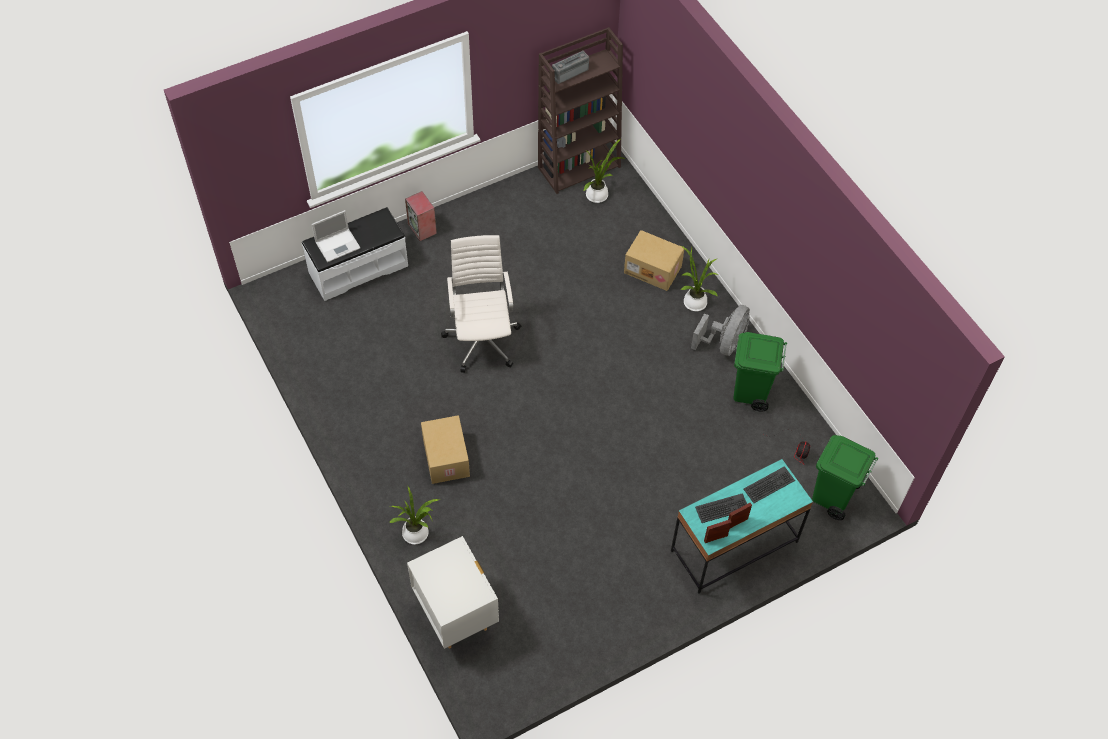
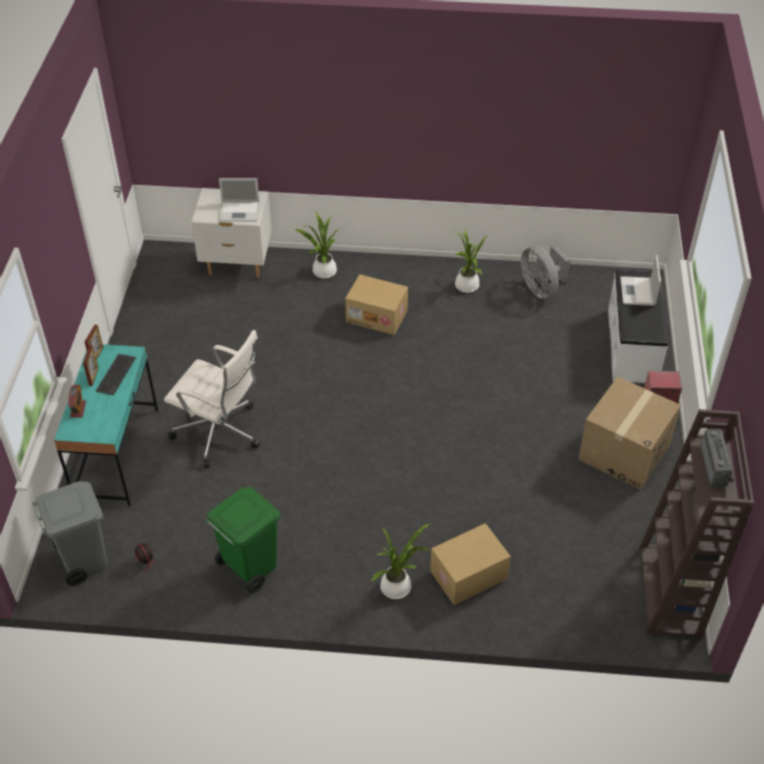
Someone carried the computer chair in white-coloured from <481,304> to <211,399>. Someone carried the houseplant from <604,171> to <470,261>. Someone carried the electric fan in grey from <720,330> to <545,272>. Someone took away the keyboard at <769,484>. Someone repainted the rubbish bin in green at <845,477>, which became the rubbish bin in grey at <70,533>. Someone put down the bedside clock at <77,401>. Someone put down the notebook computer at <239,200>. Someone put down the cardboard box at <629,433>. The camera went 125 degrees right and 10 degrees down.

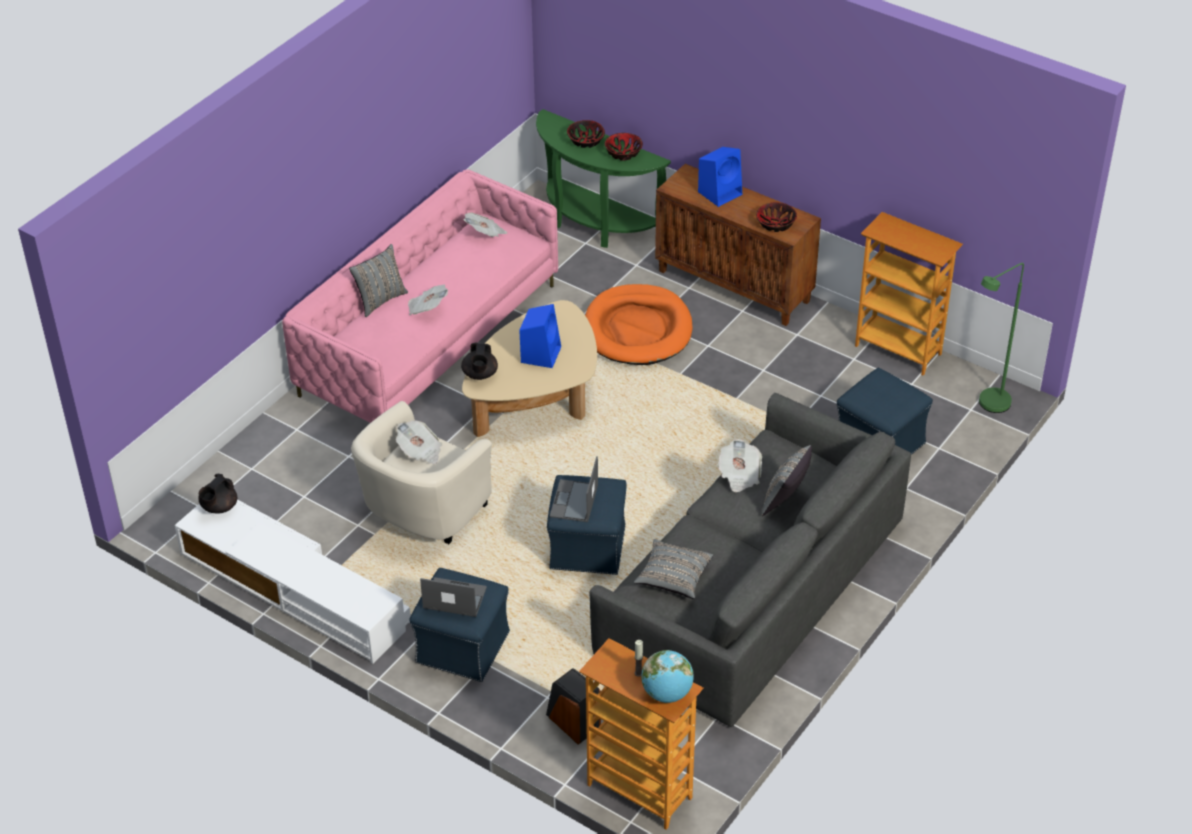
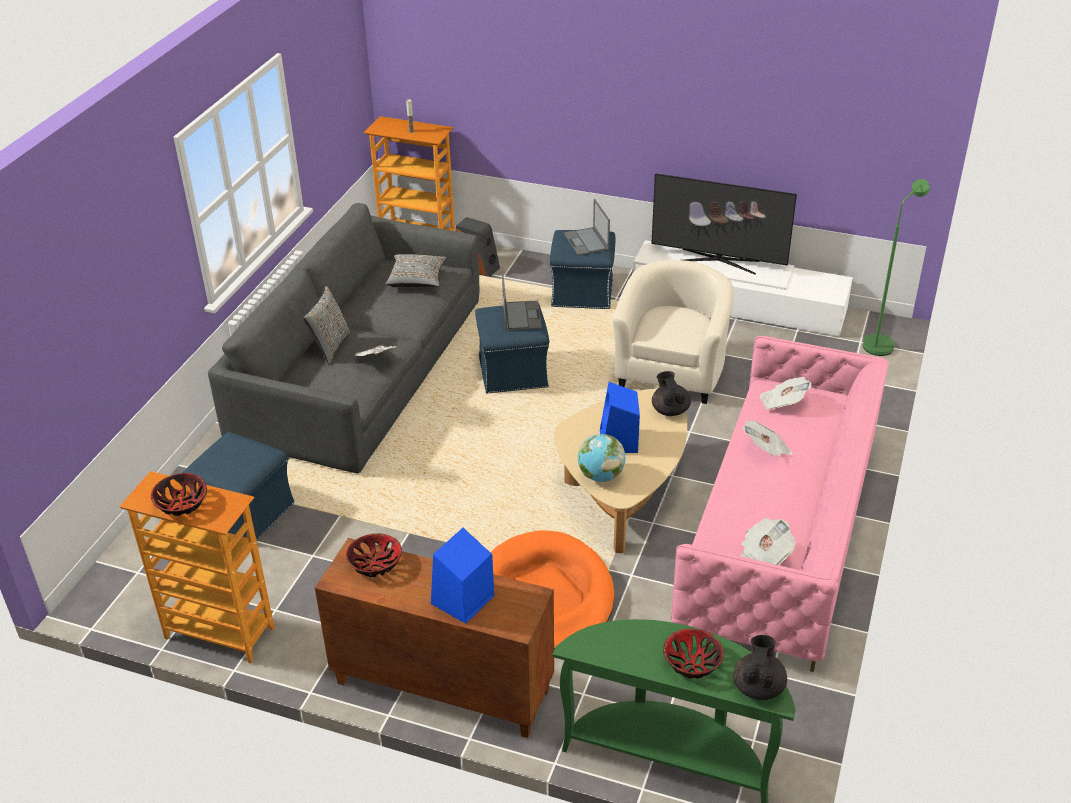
Someone carried the tea pot in blackish from <218,493> to <760,667>. Someone took away the throw pillow in grey at <378,280>. Someone carried the printed paper from <419,442> to <785,393>. Someone rotated the notebook computer at <453,597> by 75 degrees clockwise. Someone carried the serving bowl from <624,147> to <179,494>. Someone carried the desk globe from <667,676> to <601,458>. Someone carried the standing lamp in green from <1001,338> to <896,267>. Someone put down the television at <724,224>. The camera went 165 degrees right and 5 degrees down.

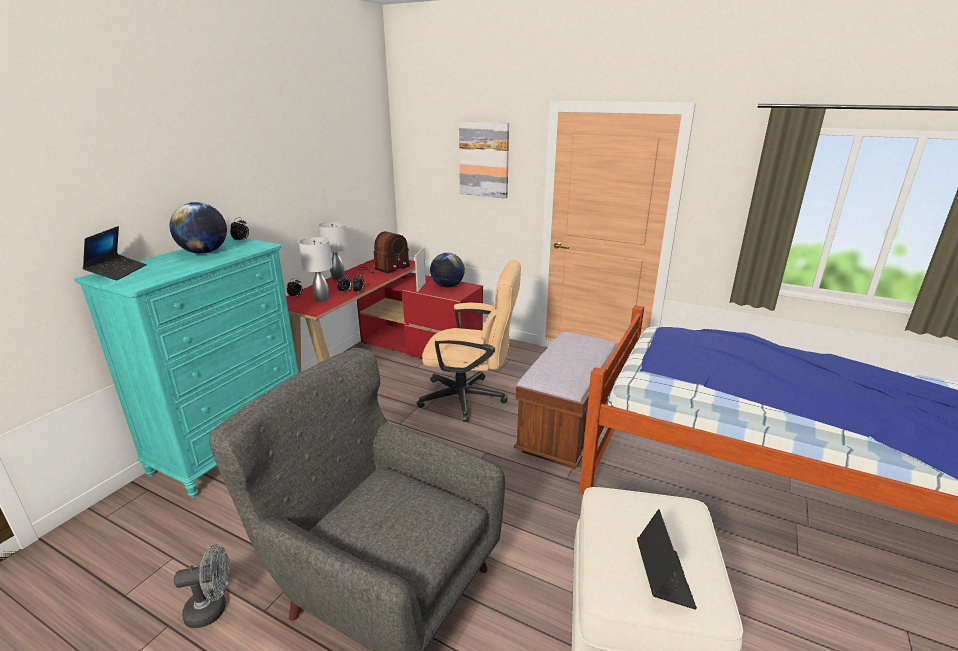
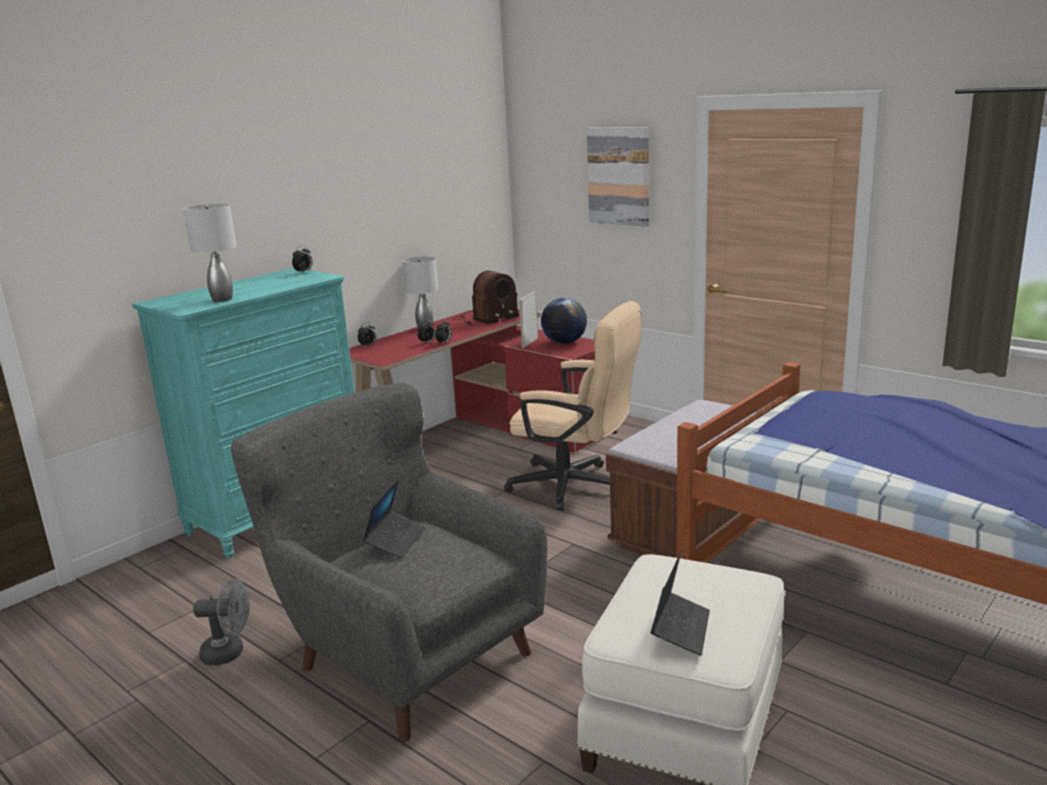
Someone carried the notebook computer from <114,253> to <394,518>. Someone took away the desk globe at <198,228>. Someone carried the table lamp in grey from <316,269> to <209,253>. The camera went 15 degrees right and 5 degrees down.

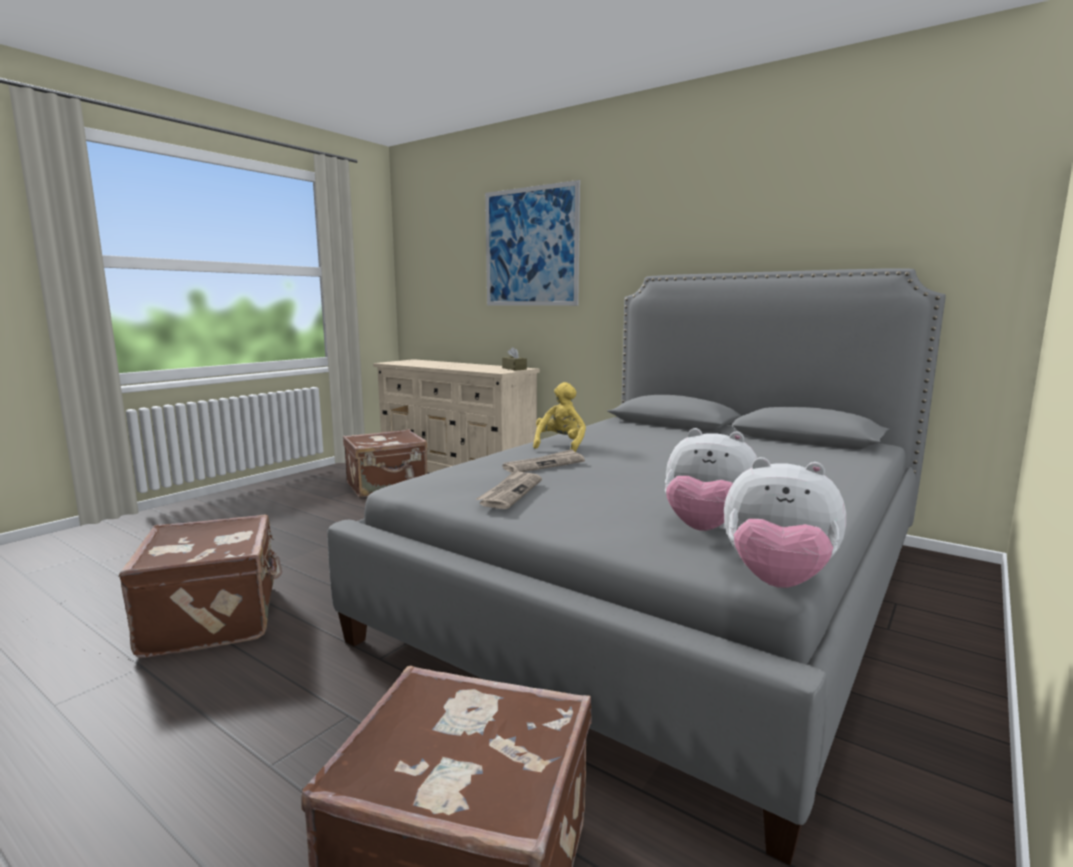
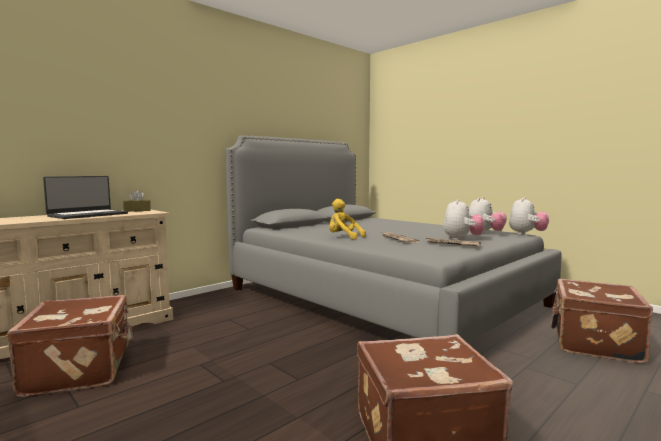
Someone took away the wall art at <532,243>. Someone put down the notebook computer at <85,197>. Someone put down the cuddly toy at <463,219>. The camera went 80 degrees left and 5 degrees down.

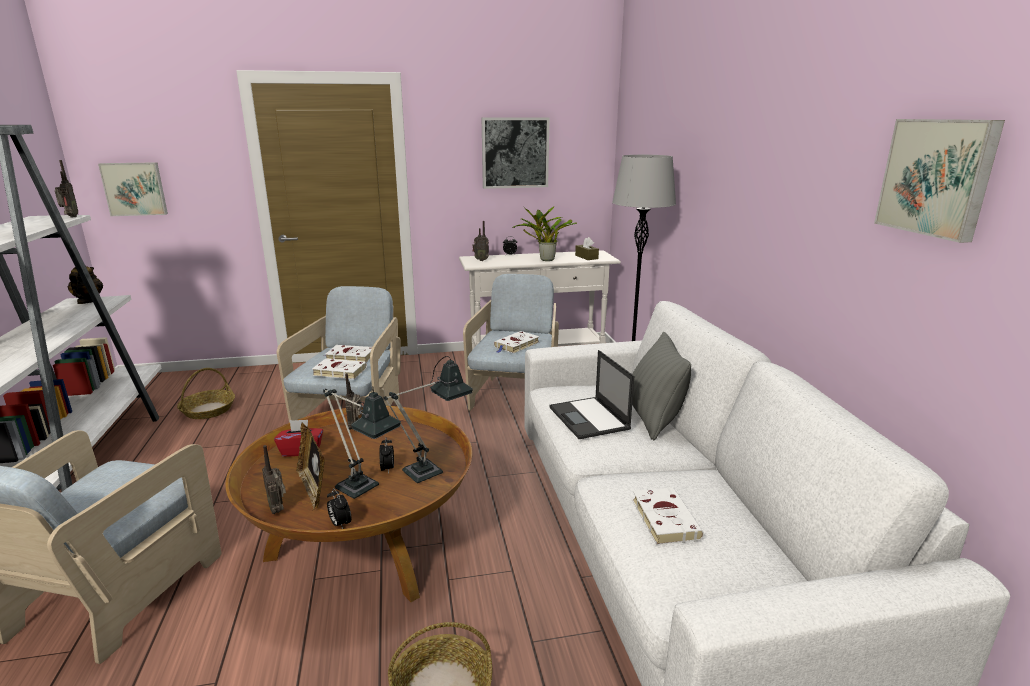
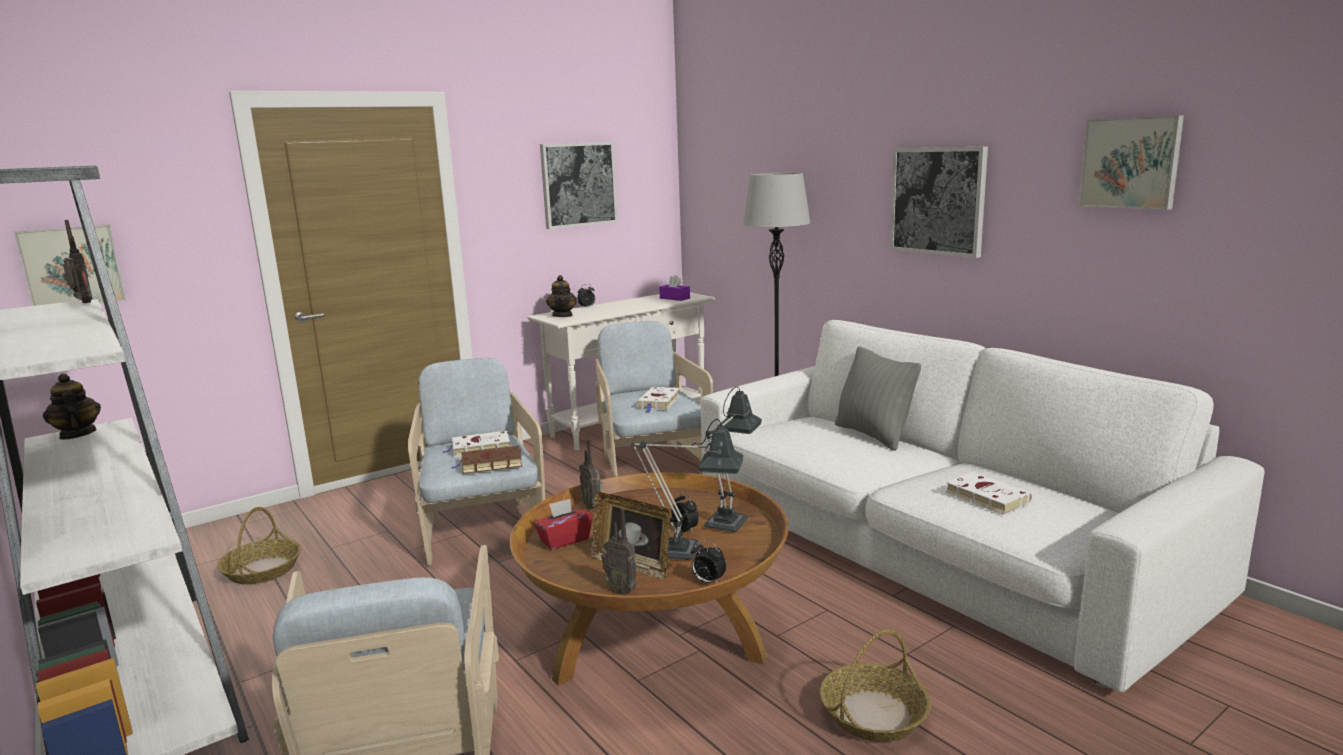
Someone repainted the volume in white-coloured at <339,368>, which became the volume in brownish at <486,460>. Someone swapped the radio set at <480,241> for the tea pot at <561,296>. Someone took away the houseplant at <545,233>. Someone took away the notebook computer at <591,394>. Someone repainted the tissue box in brownish at <587,248>, which became the tissue box in purple at <674,288>. Someone put up the wall art at <939,202>. The camera went 25 degrees left and 5 degrees down.

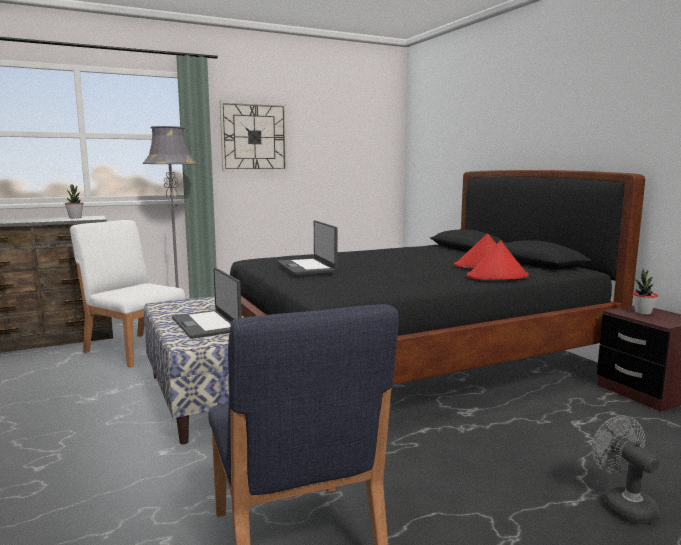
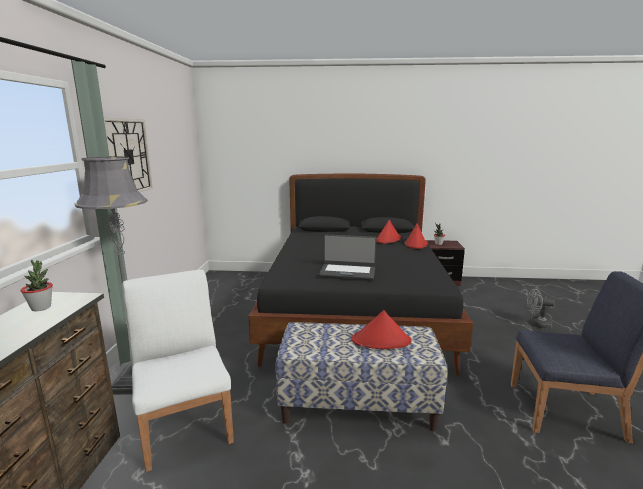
Someone rotated the plain chair in white-coloured at <127,293> by 90 degrees clockwise. Someone swapped the notebook computer at <207,303> for the hat in red-coloured at <381,329>. The camera went 60 degrees left and 5 degrees up.

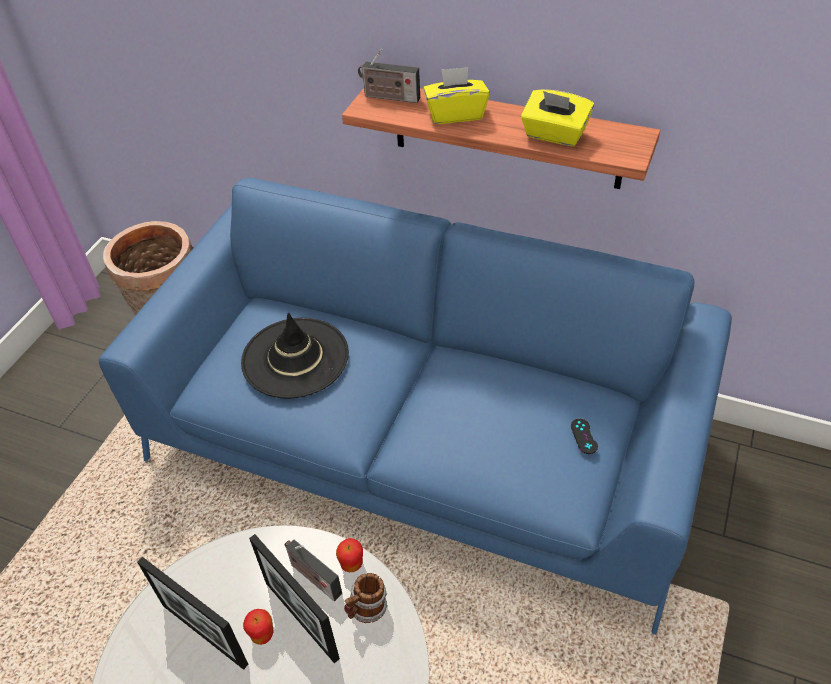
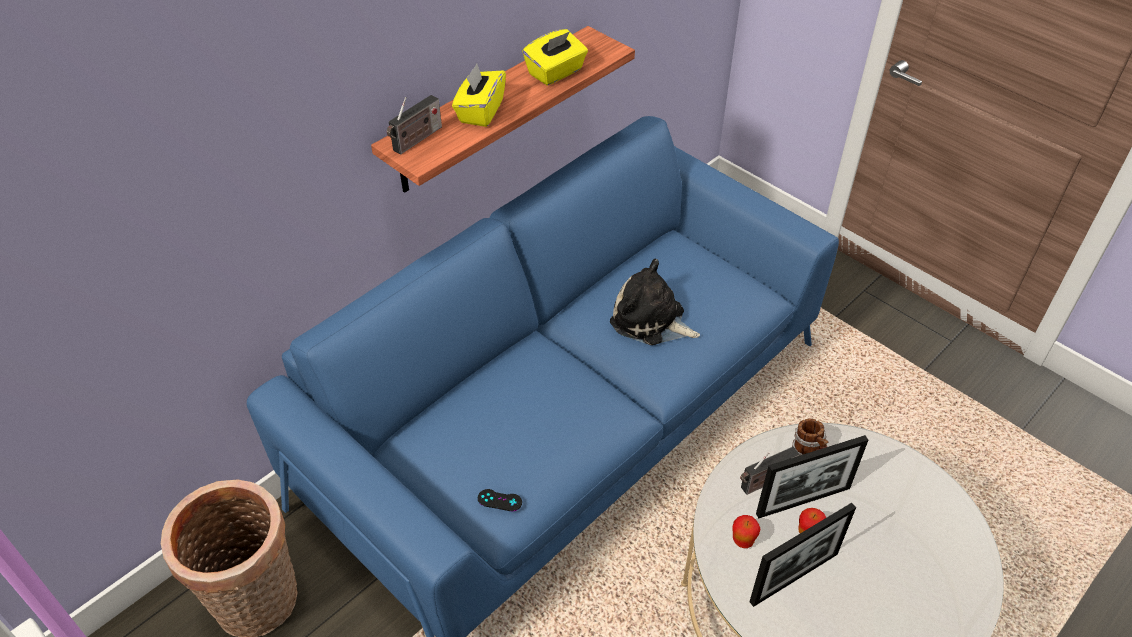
Someone took away the hat in blackish at <295,355>. Someone carried the whole apple from <349,555> to <746,531>. Someone carried the joypad in blackish from <584,436> to <500,500>. Someone put down the cuddly toy at <655,302>. The camera went 70 degrees left and 0 degrees up.

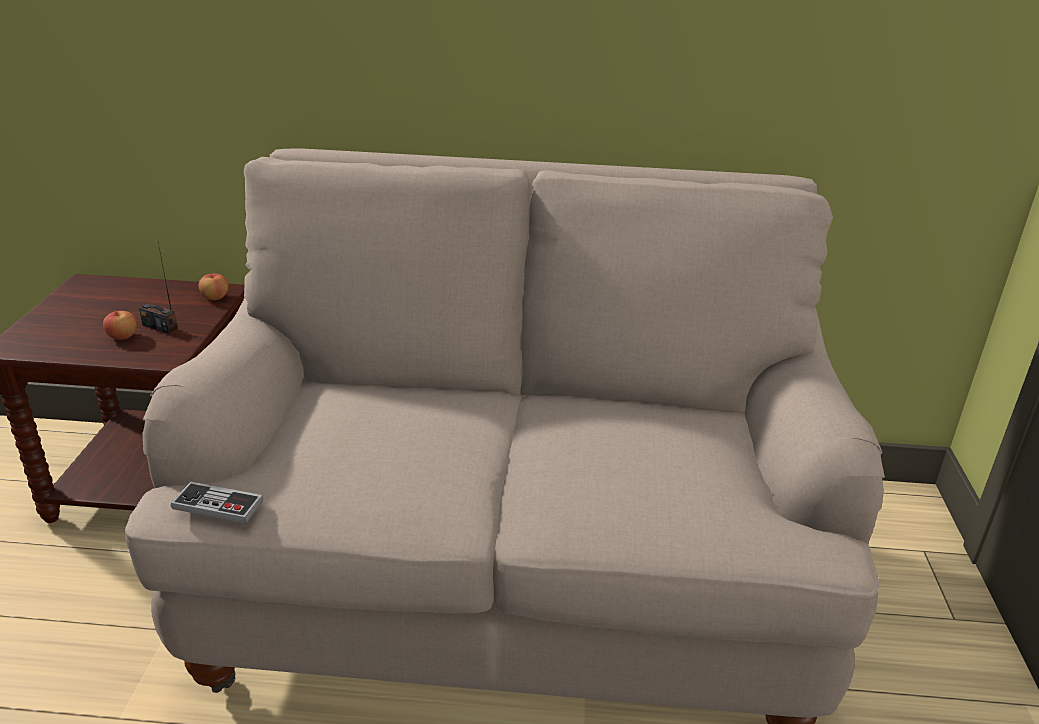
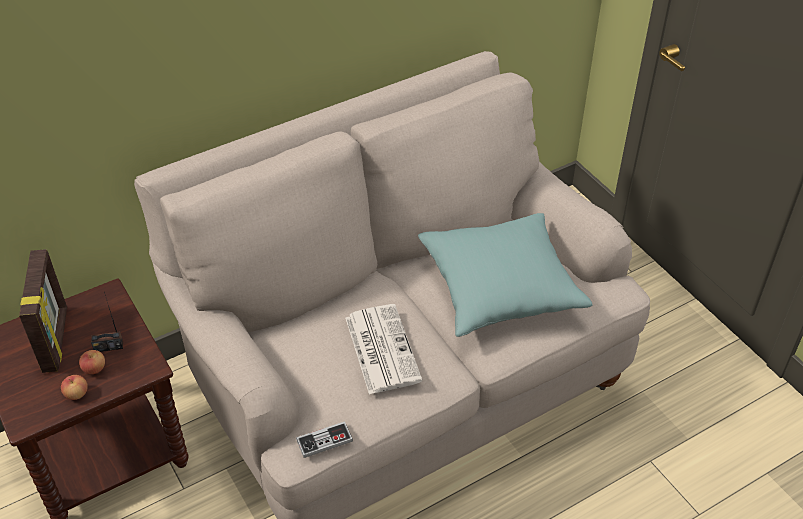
Someone carried the whole apple from <213,286> to <74,387>. Someone put down the picture frame at <43,311>. Someone put down the printed paper at <383,349>. Someone put down the throw pillow in turquoise at <505,275>. The camera went 35 degrees left and 15 degrees up.

